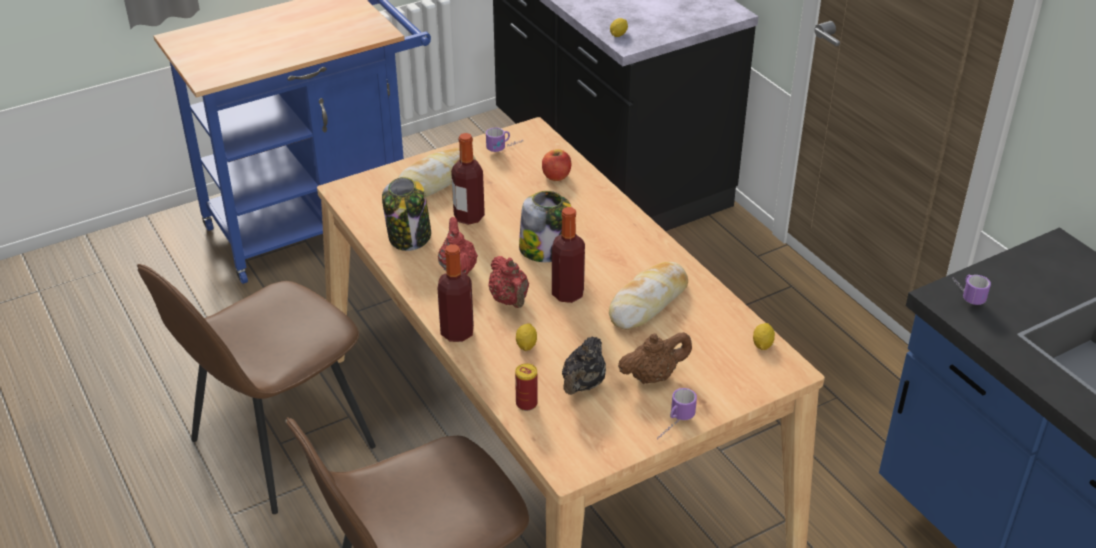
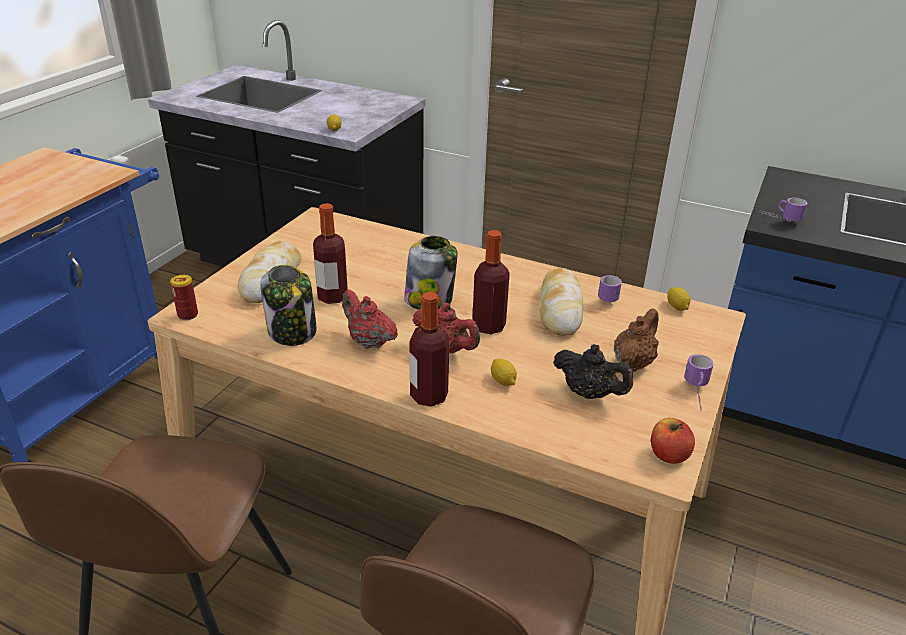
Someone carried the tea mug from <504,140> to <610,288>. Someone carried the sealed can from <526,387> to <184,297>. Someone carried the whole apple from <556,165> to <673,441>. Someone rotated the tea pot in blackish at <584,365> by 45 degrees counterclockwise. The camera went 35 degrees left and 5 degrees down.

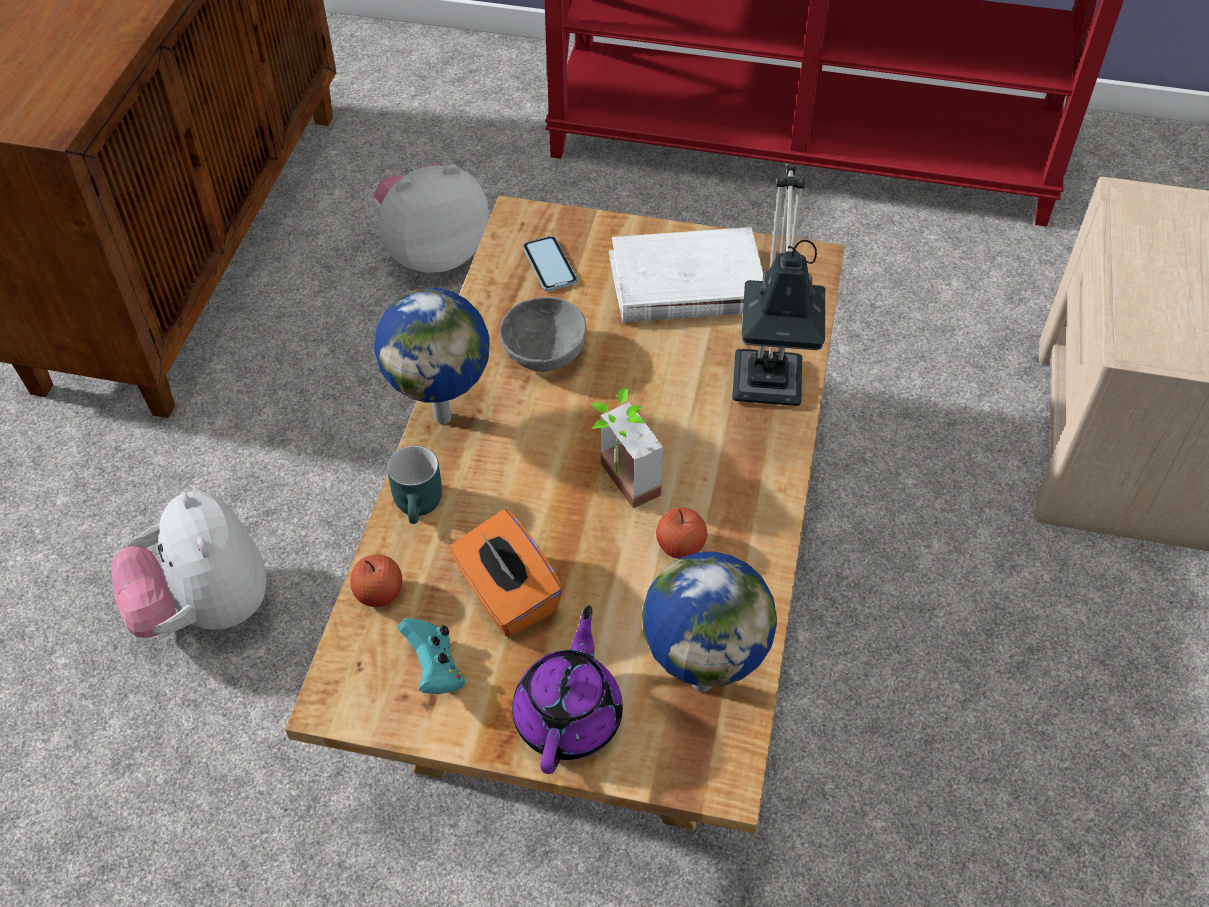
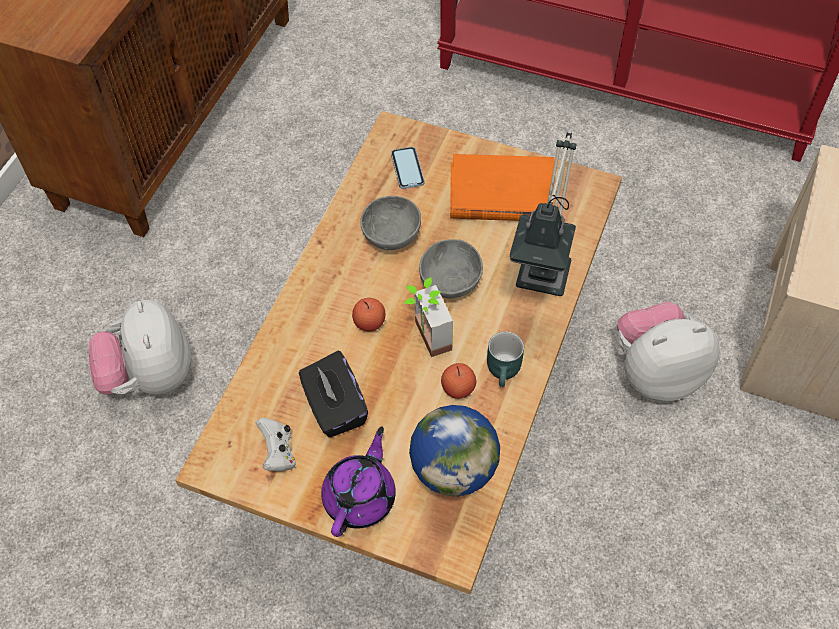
Someone carried the whole apple from <376,580> to <369,314>. Someone carried the cuddly toy from <431,218> to <668,352>. Someone took away the desk globe at <432,356>. Someone carried the tea mug in turquoise from <414,485> to <505,359>. Someone repainted the joypad in turquoise at <431,656>, which became the joypad in white-coloured at <276,444>. Someone repainted the tissue box in orange at <507,573>, which became the tissue box in blackish at <333,394>. Someone repainted the volume in white-coloured at <686,275>, which became the volume in orange at <502,187>. Someone put down the serving bowl in grey at <451,269>. The camera went 10 degrees right and 5 degrees up.

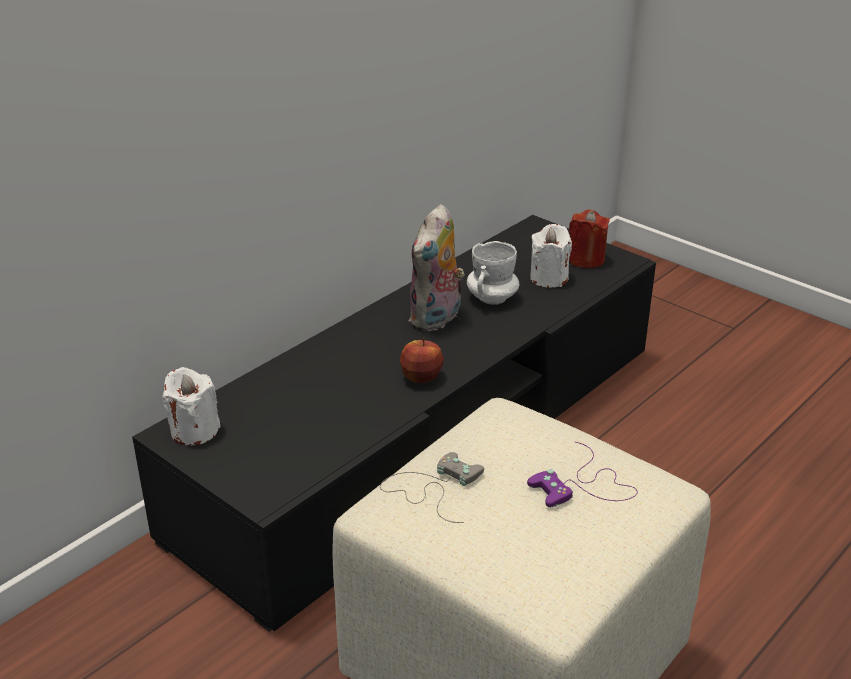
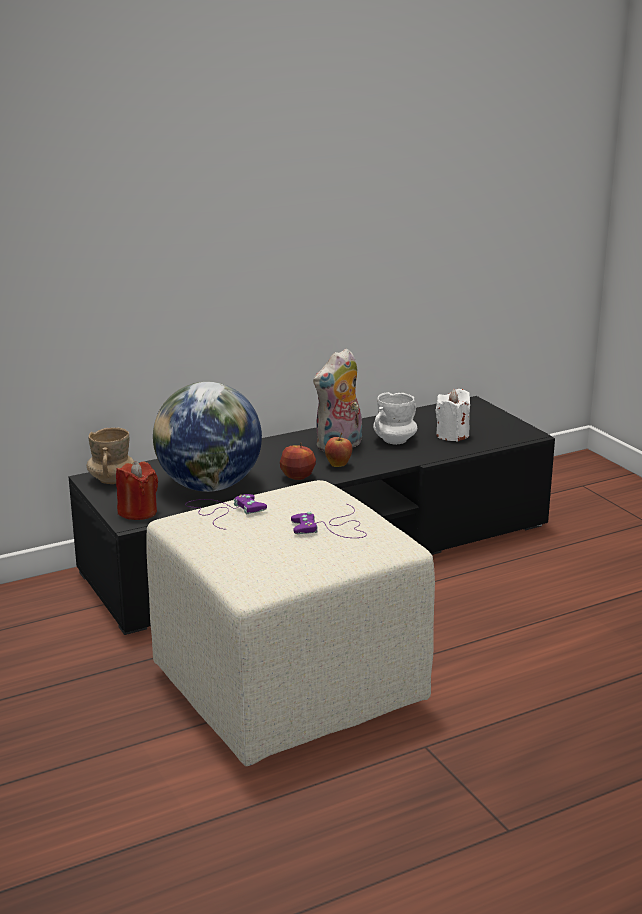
Someone swapped the candle in white-coloured at <191,406> for the tea mug in beige-coloured at <110,456>. Someone repainted the joypad in grey at <432,487>, which became the joypad in purple at <226,512>. Someone carried the candle in red-coloured from <589,238> to <137,490>. Someone put down the desk globe at <207,437>. Someone put down the whole apple at <338,450>. The camera went 20 degrees right and 10 degrees down.

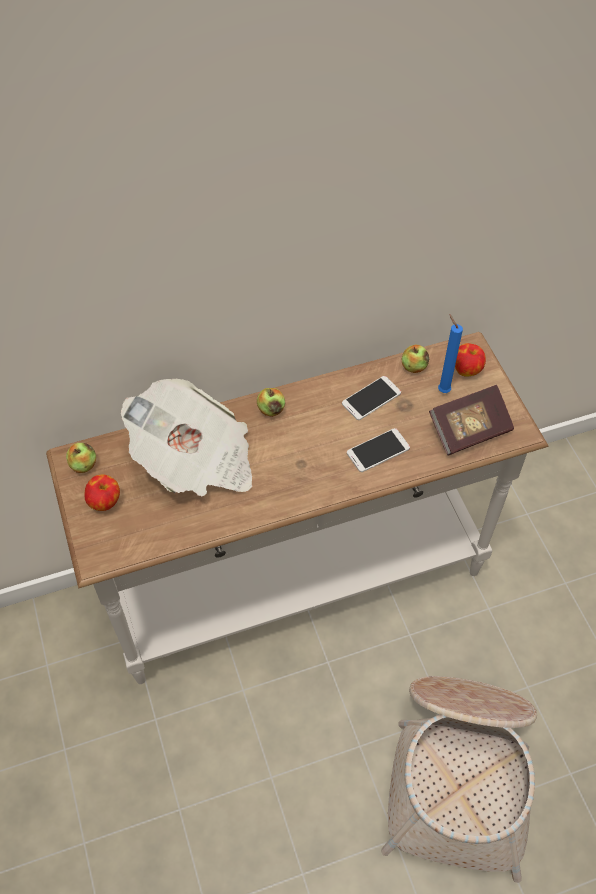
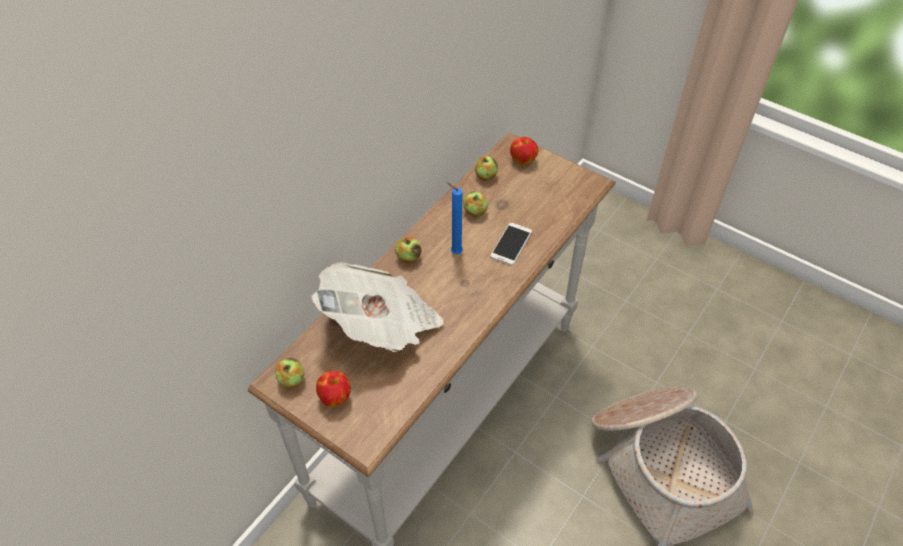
Someone swapped the handset at <371,398> for the whole apple at <475,203>. Someone took away the volume at <471,420>. Someone carried the candle in blue-coloured from <450,353> to <454,218>. The camera went 35 degrees left and 5 degrees down.

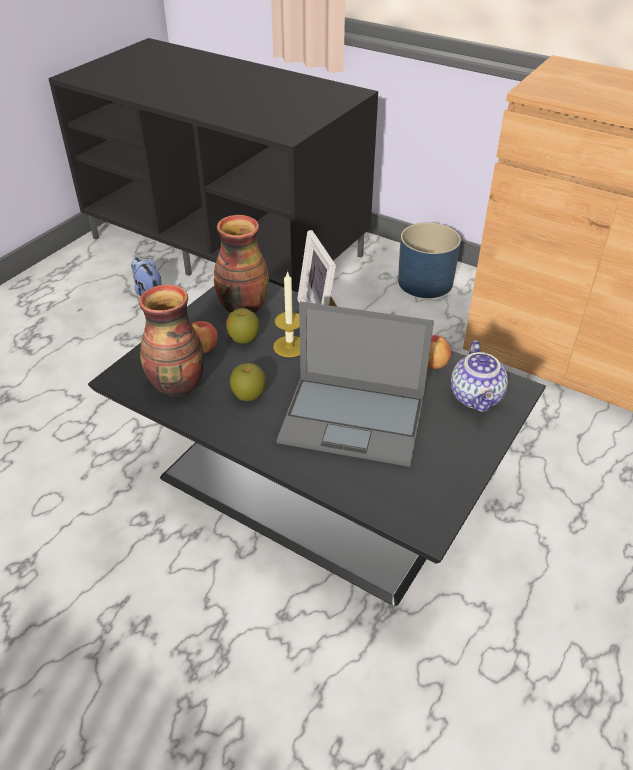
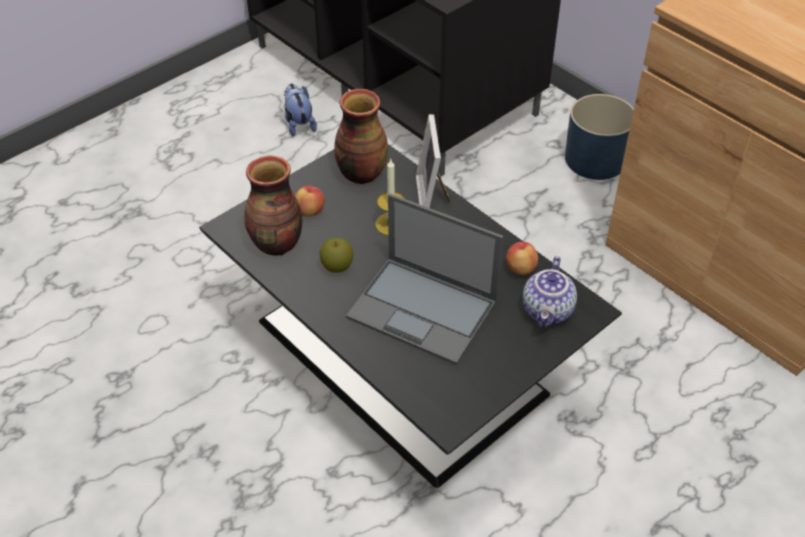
Someone took away the whole apple at <242,325>. The camera went 15 degrees right and 5 degrees up.

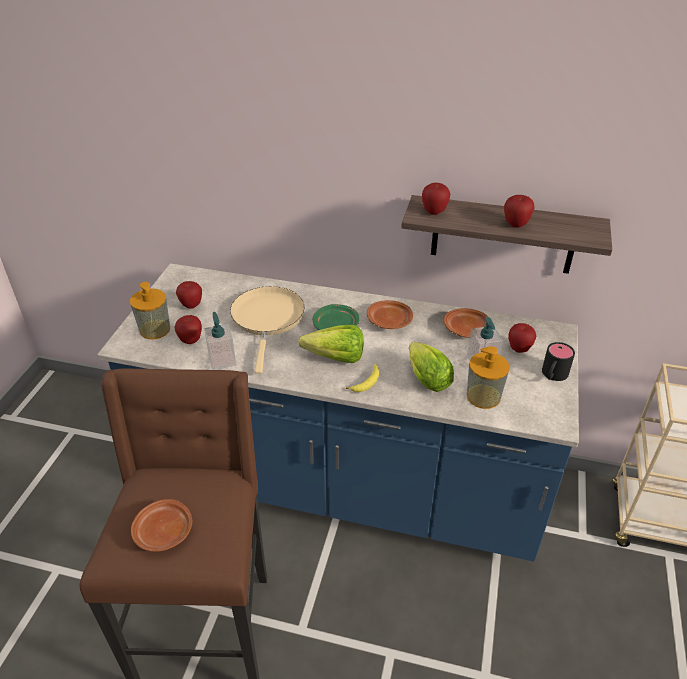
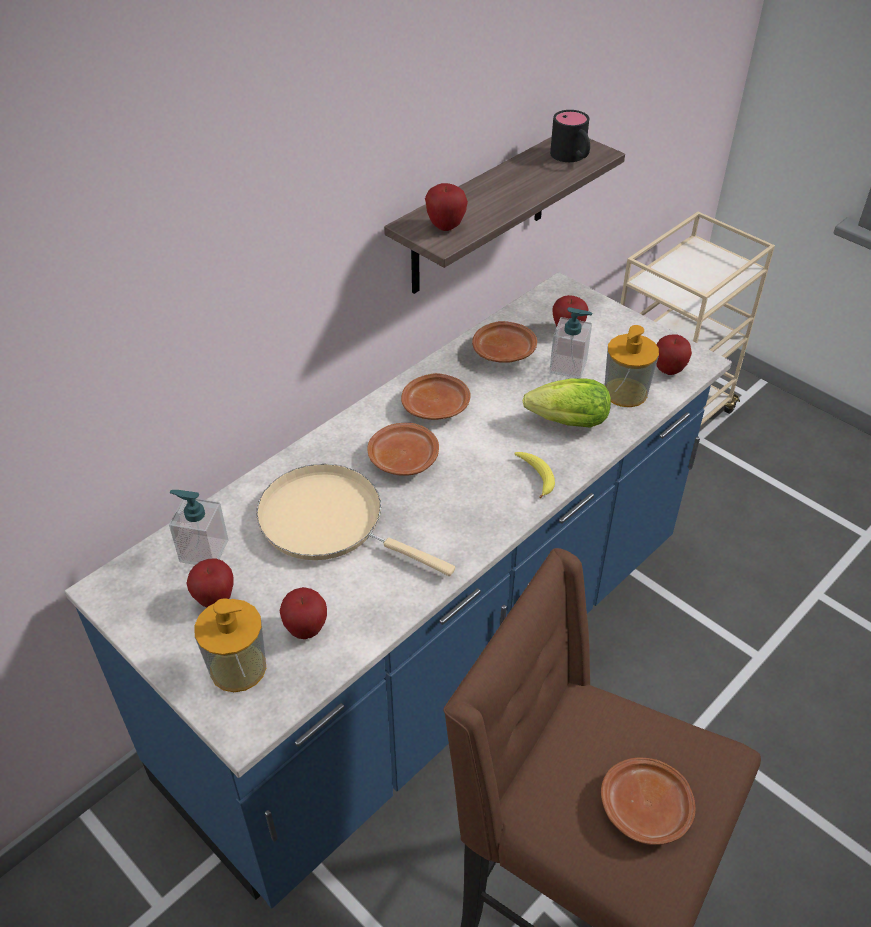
Someone carried the soap dispenser from <220,341> to <198,527>. Someone took away the lettuce head at <331,344>. Someone repainted the dinner plate in green at <336,317>, which became the dinner plate in brownish at <403,449>. Someone carried the whole apple from <519,211> to <674,355>. Someone carried the tea mug in blackish from <558,361> to <570,136>. The camera went 60 degrees left and 5 degrees up.

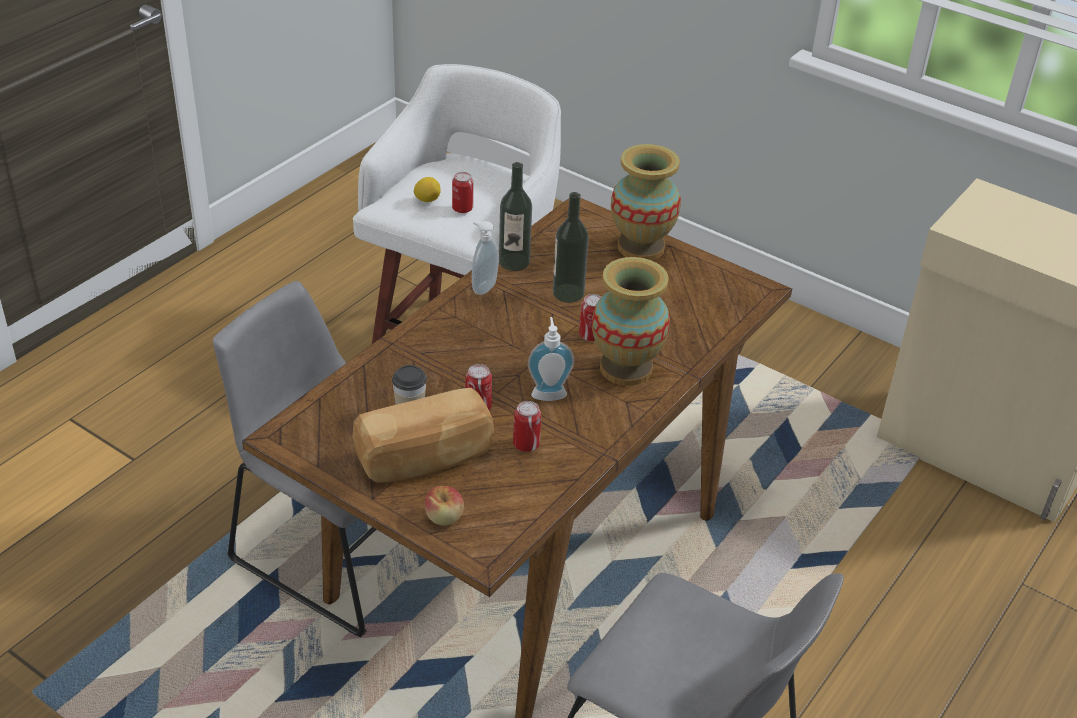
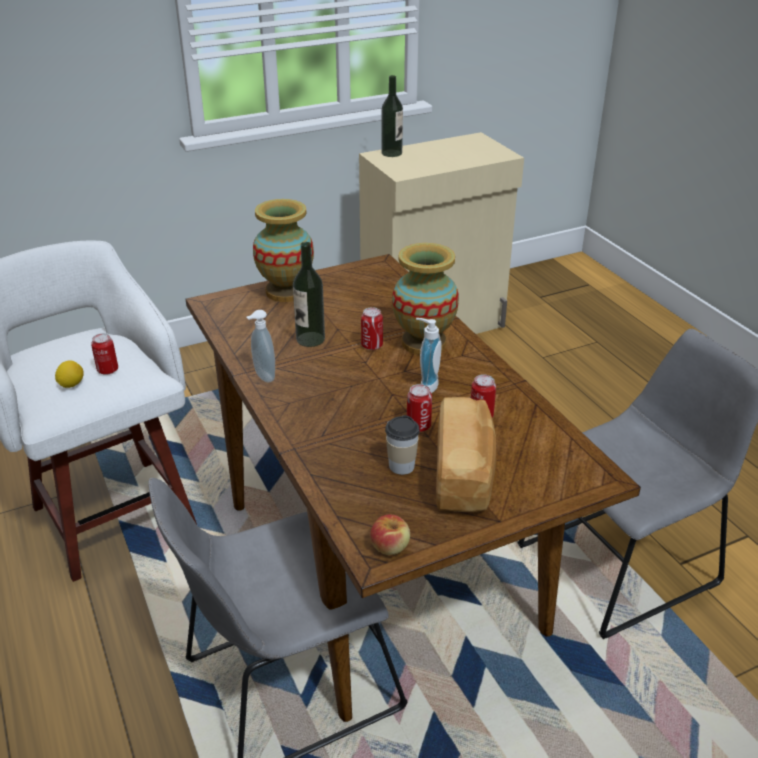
Someone carried the whole apple from <444,506> to <390,535>. Someone carried the beverage bottle from <515,216> to <392,116>. The camera went 60 degrees left and 5 degrees down.

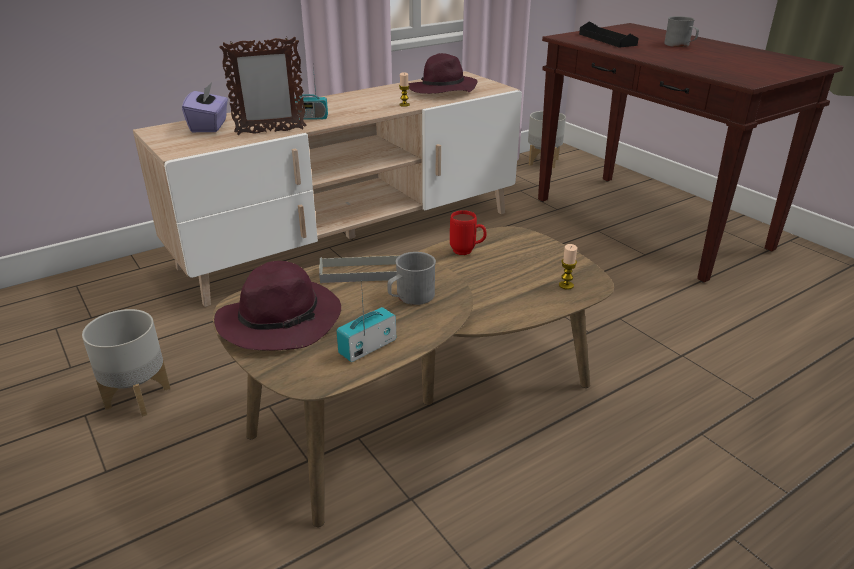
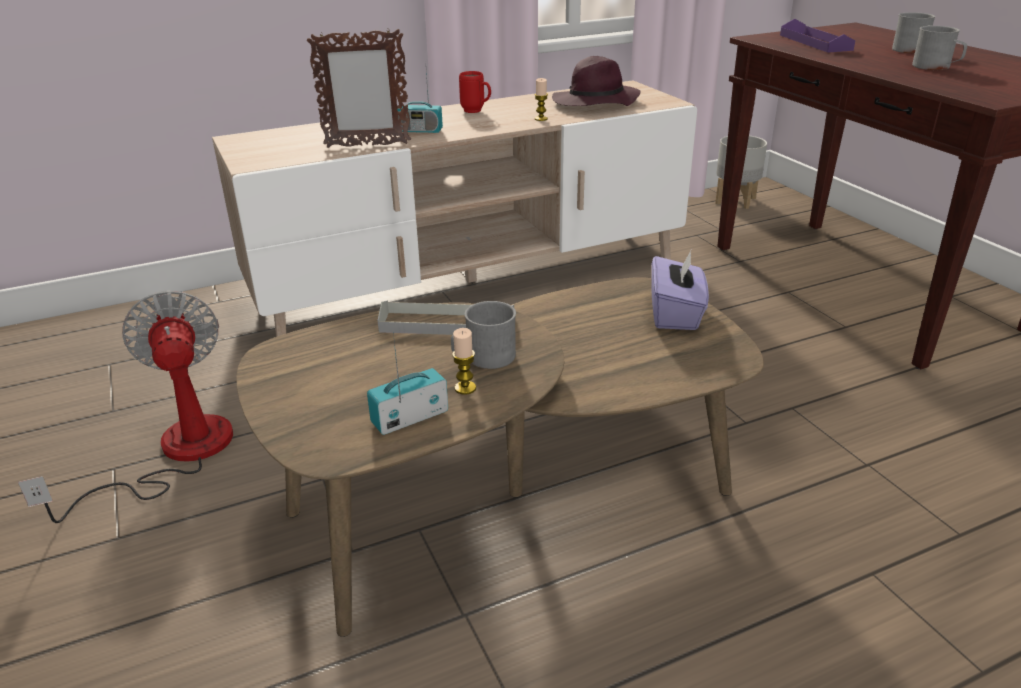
Someone swapped the flower pot in grey at <126,363> for the electric fan at <125,406>. Someone carried the tissue box in purple from <205,107> to <680,290>. Someone took away the hat in purple at <277,306>. Someone carried the tea mug in red-coloured from <468,232> to <475,92>. Someone carried the candle from <568,267> to <464,361>. Someone repainted the serving tray in blackish at <609,35>, which became the serving tray in purple at <817,35>. Someone put down the tea mug in grey at <939,48>. The camera went 10 degrees right and 0 degrees up.

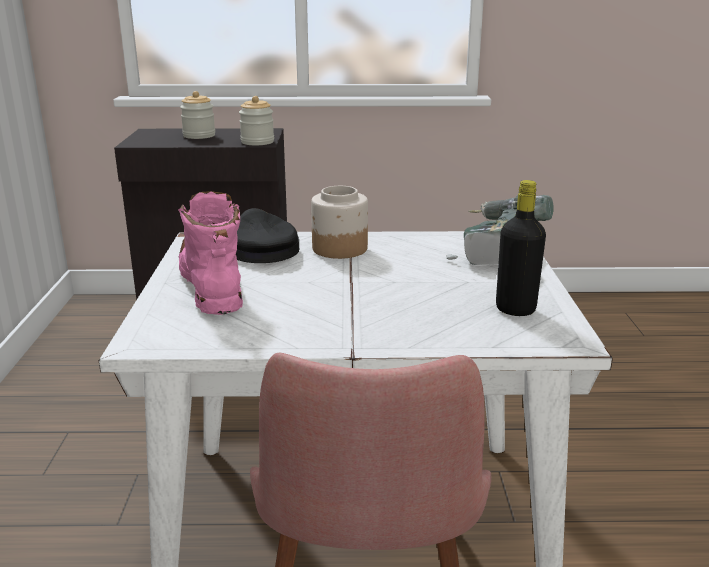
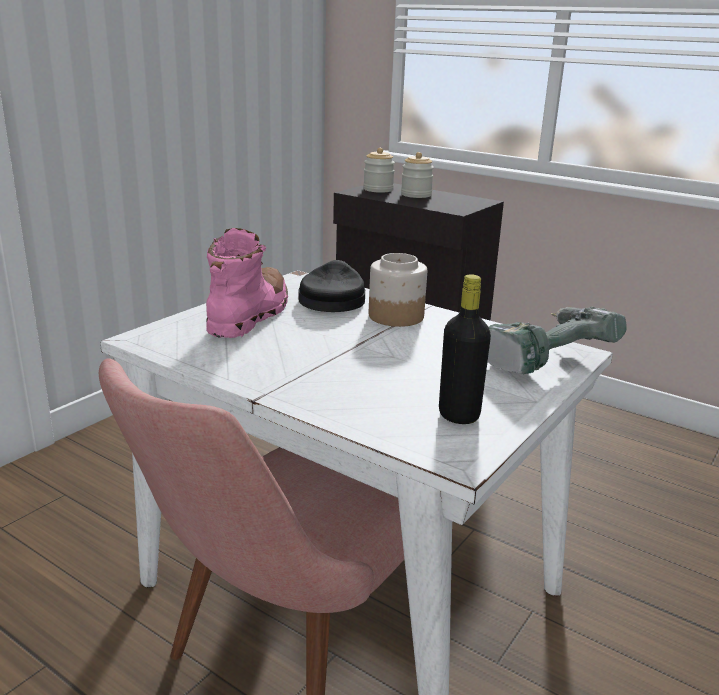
Someone carried the storage jar from <256,120> to <379,170>. The camera went 35 degrees right and 0 degrees up.

